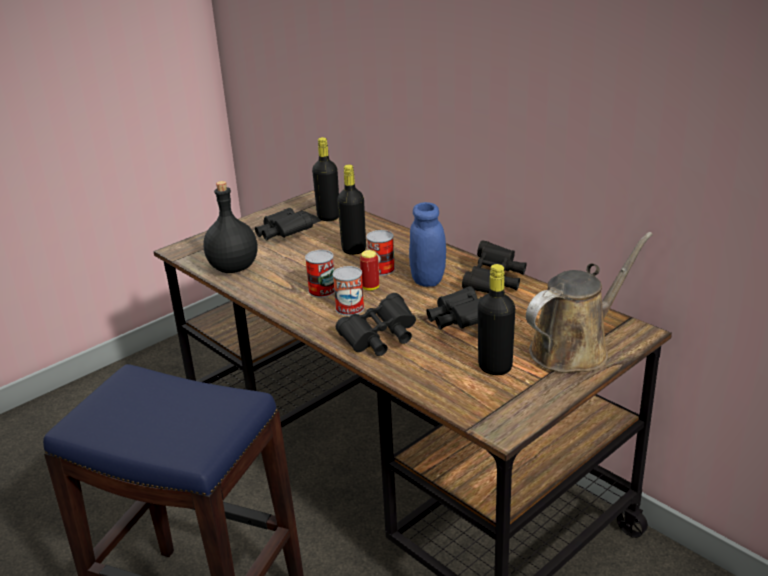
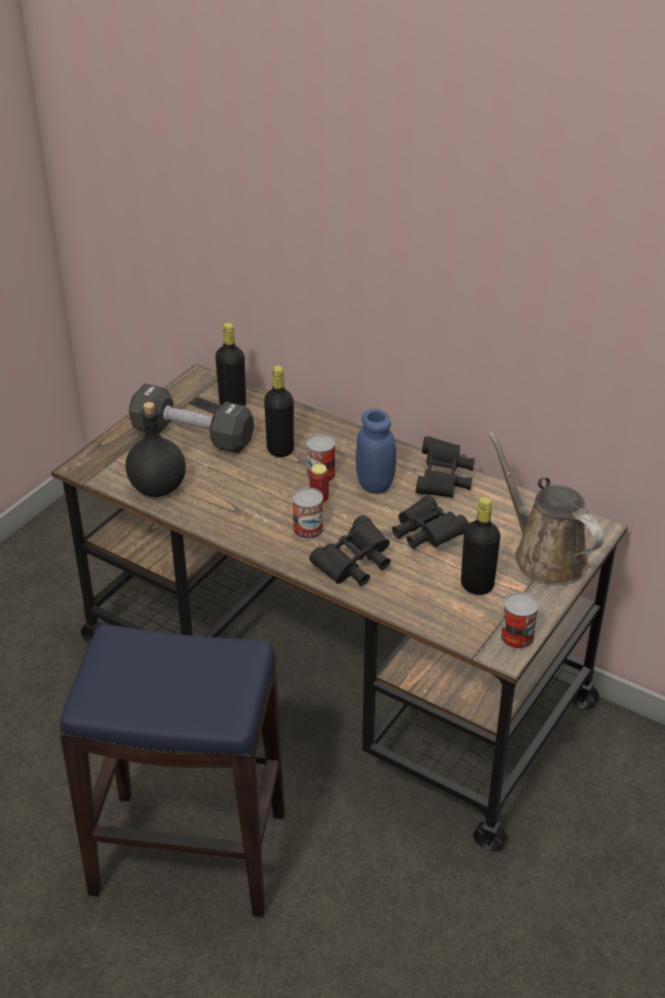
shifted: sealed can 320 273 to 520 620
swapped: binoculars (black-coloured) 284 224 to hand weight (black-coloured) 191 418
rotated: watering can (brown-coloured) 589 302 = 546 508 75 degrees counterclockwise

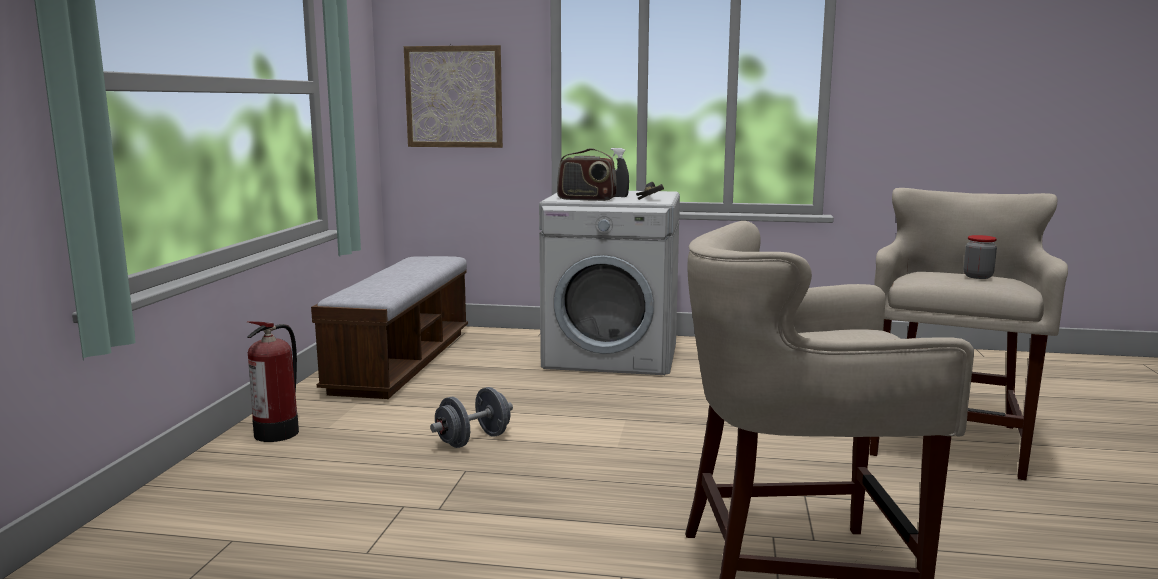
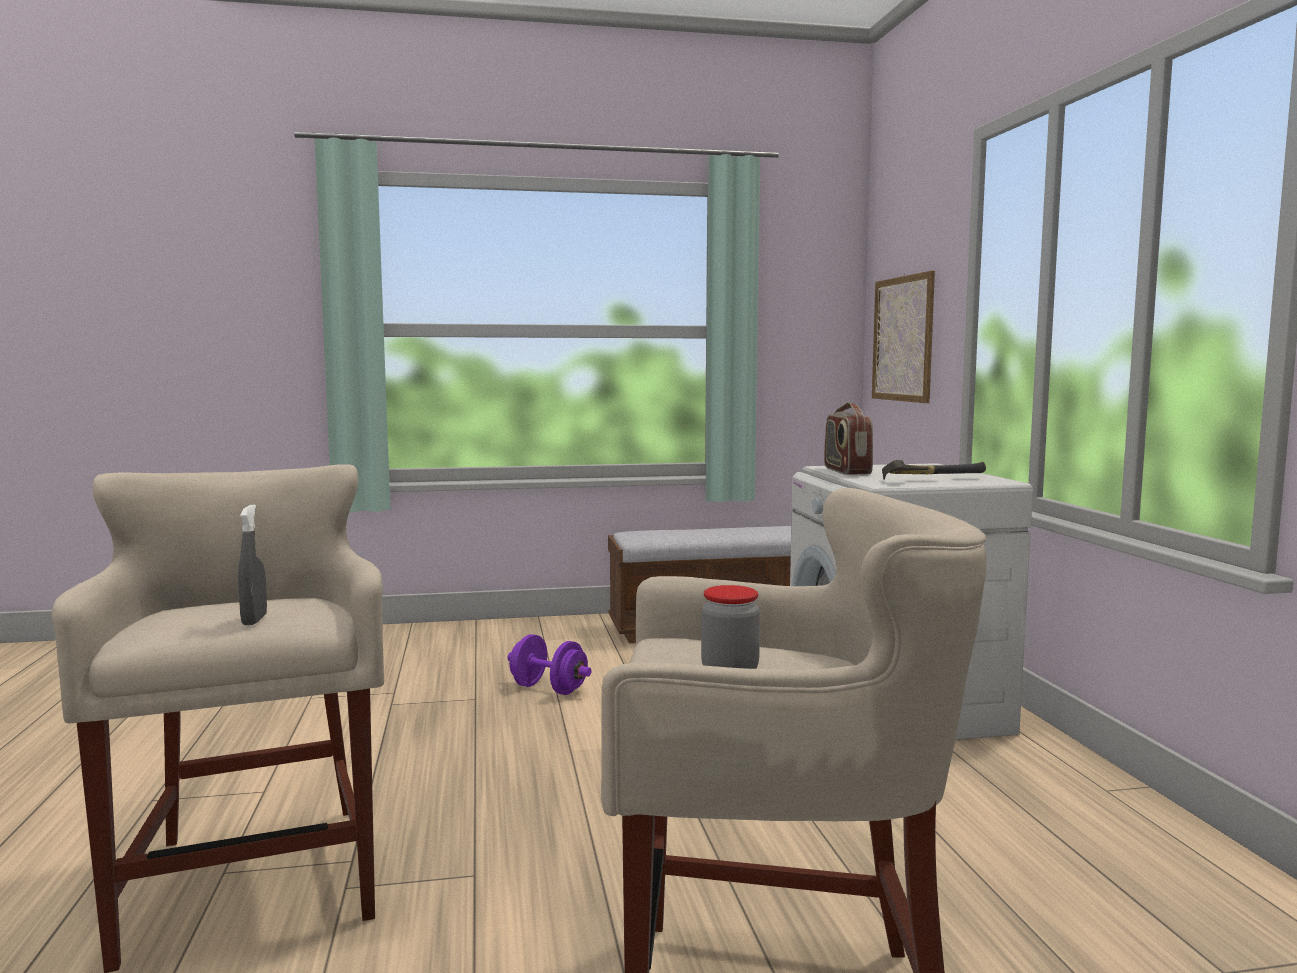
gone: fire-fighting cylinder 273 381
shifted: sprayer (greyish) 620 172 to 252 565
repainted: hand weight (greyish) 471 417 to hand weight (purple-coloured) 549 664

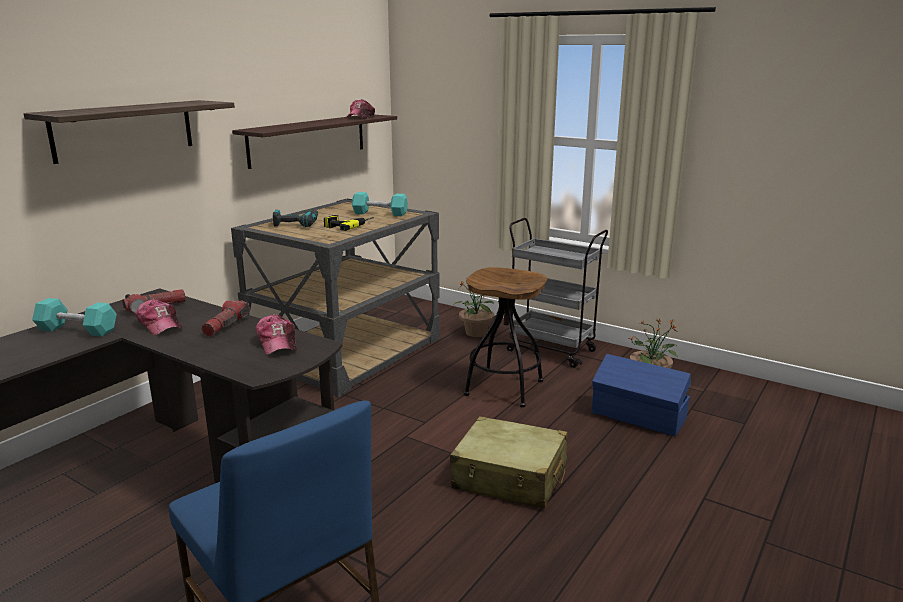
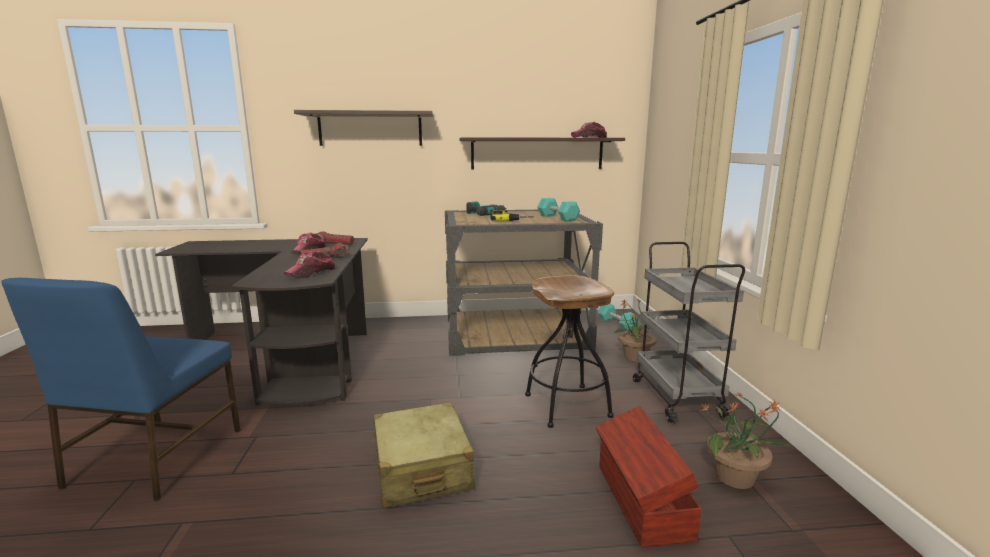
shifted: hand weight (turquoise-coloured) 74 317 to 618 317
repainted: storage box (blue-coloured) 641 395 to storage box (brown-coloured) 649 476

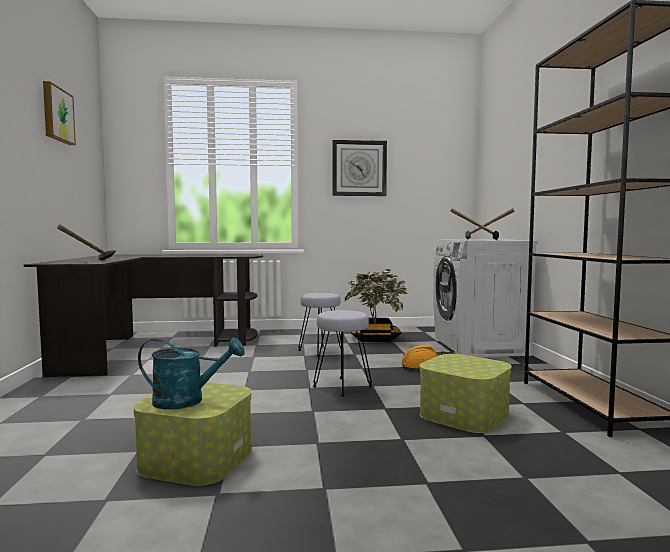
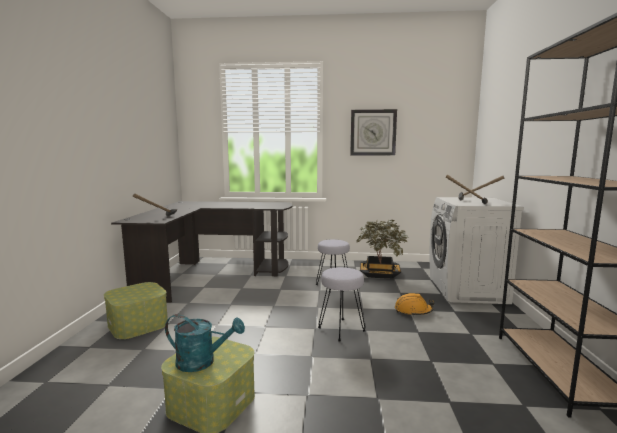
gone: wall art 59 113
shifted: storage box 466 393 to 136 310

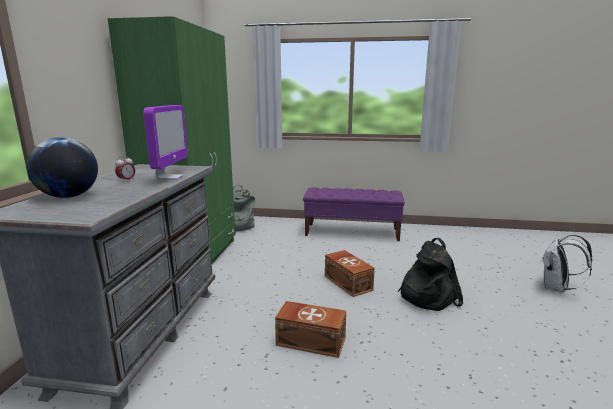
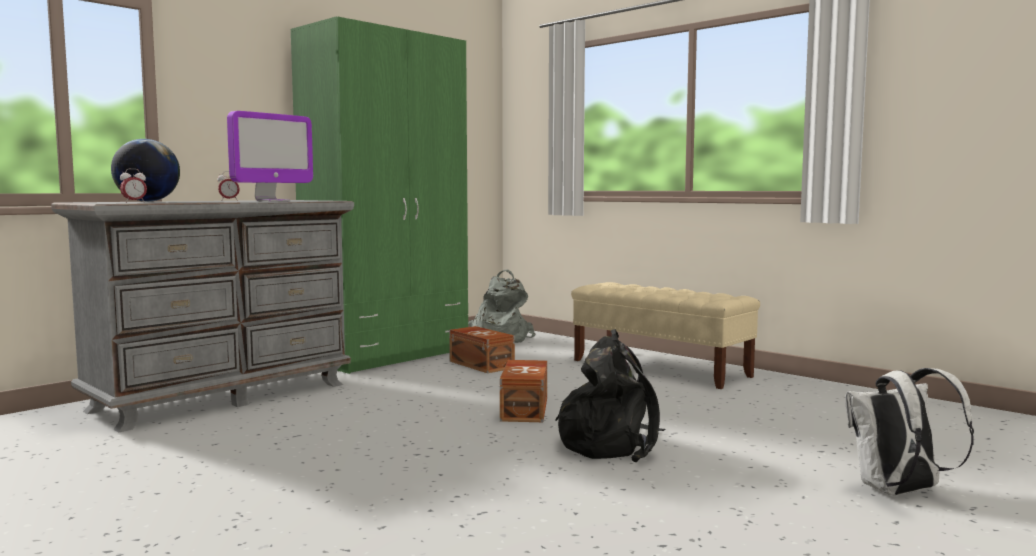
new: bedside clock 133 186
shifted: storage box (brown-coloured) 310 329 to 482 349
repainted: bench (purple-coloured) 354 214 to bench (beige) 665 335

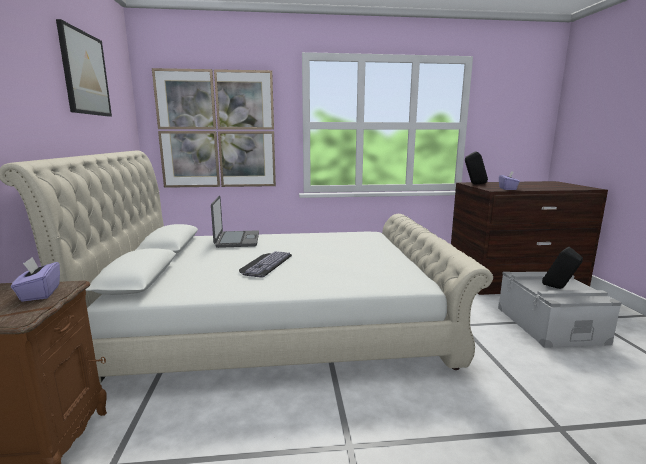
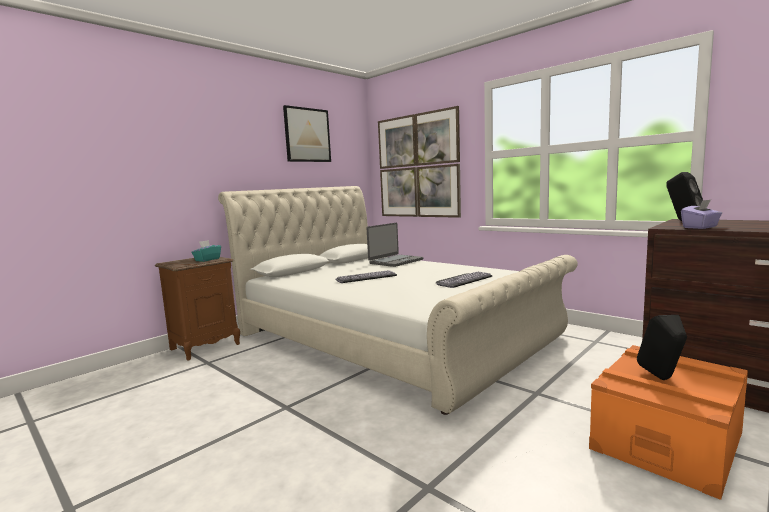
new: keyboard 464 280
repainted: tissue box (purple-coloured) 35 279 to tissue box (turquoise-coloured) 206 251; storage box (greyish) 560 310 to storage box (orange-coloured) 668 422

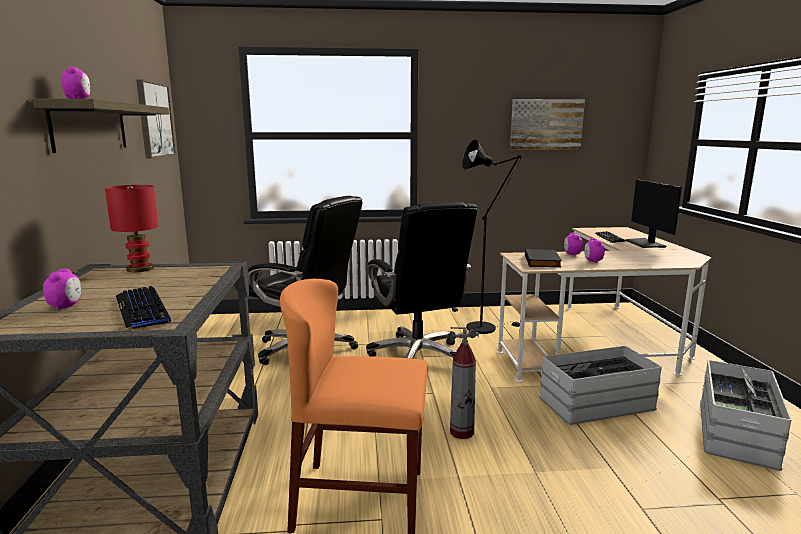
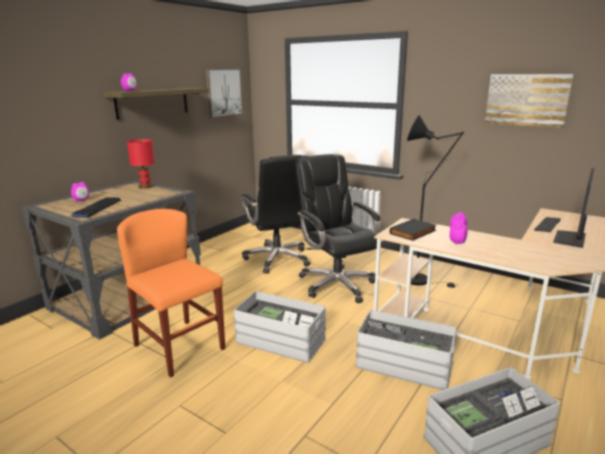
swapped: fire-fighting cylinder 464 383 to storage box (greyish) 280 327
rotated: computer chair (black-coloured) 421 280 = 338 228 135 degrees clockwise

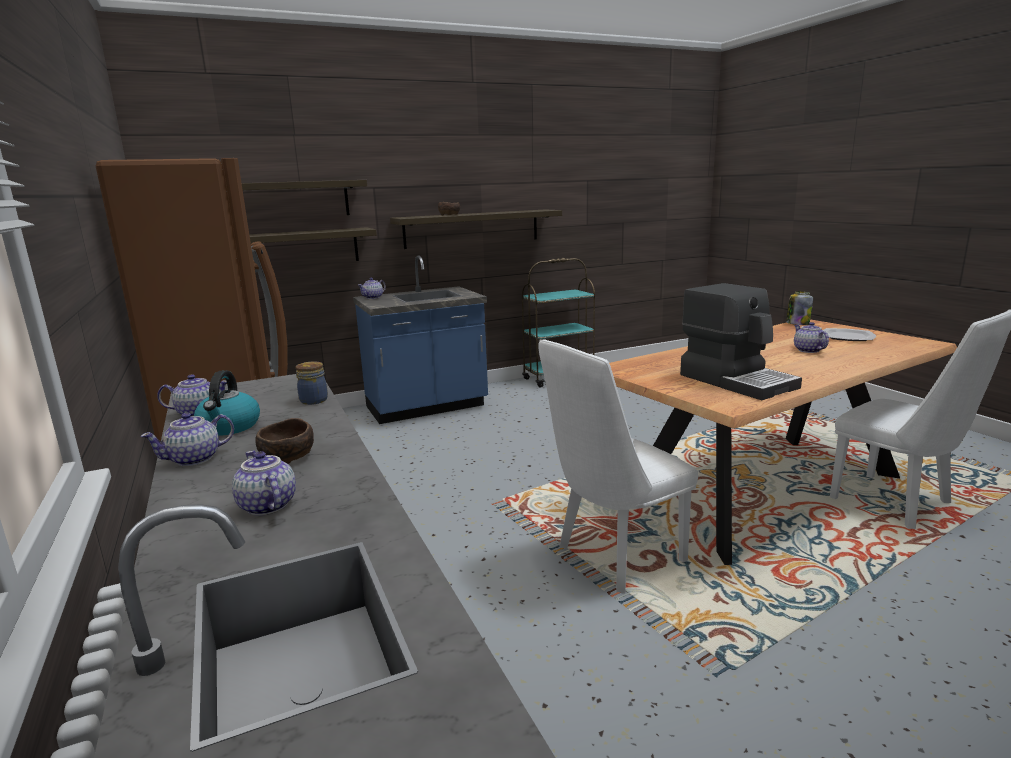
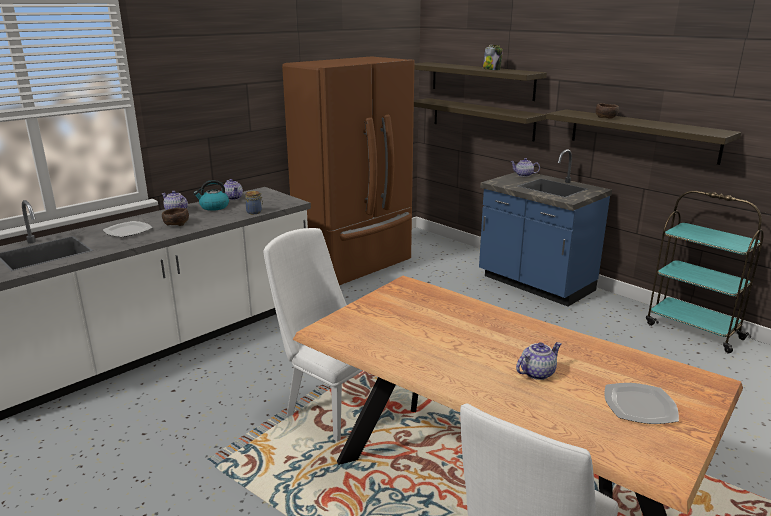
gone: coffee brewer 741 341
shifted: storage jar 799 308 to 493 57
swapped: tea pot 264 483 to plate 127 229

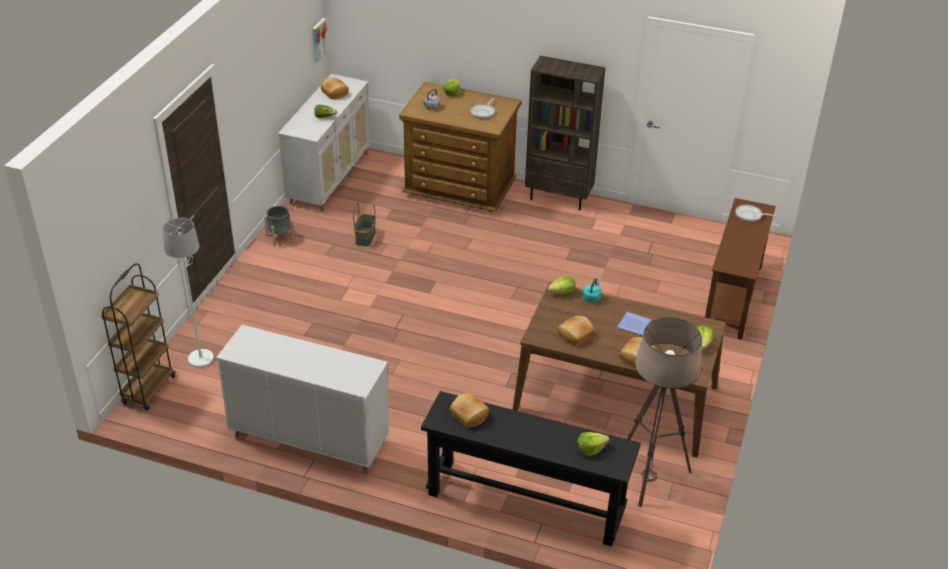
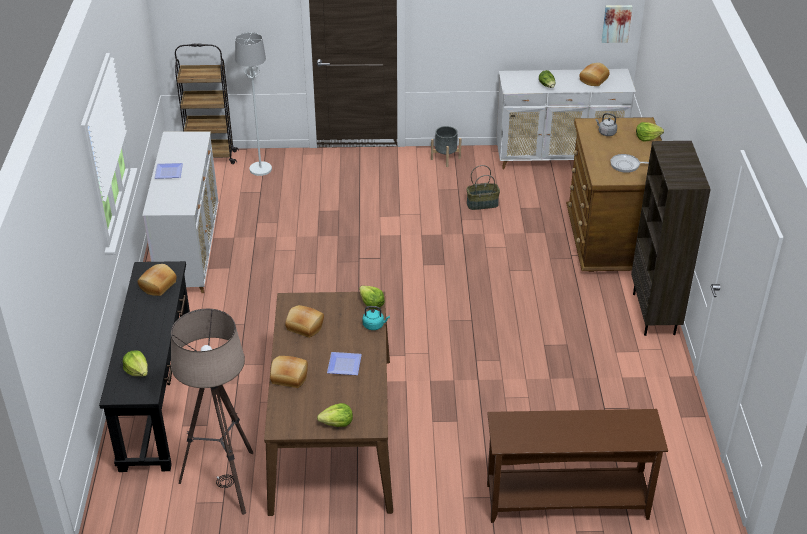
gone: pan 756 213
new: plate 169 171

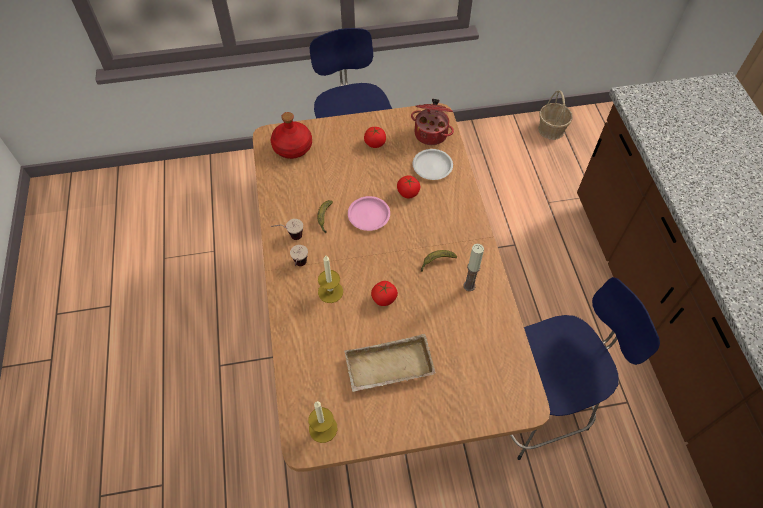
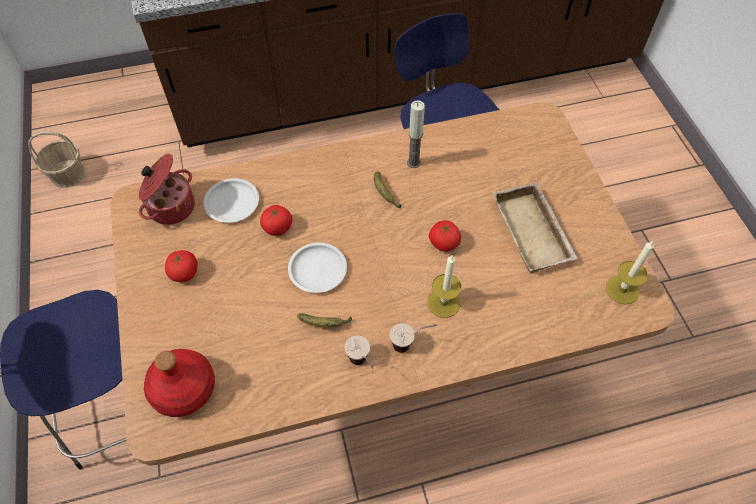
repainted: plate (pink-coloured) 369 213 to plate (white) 317 267

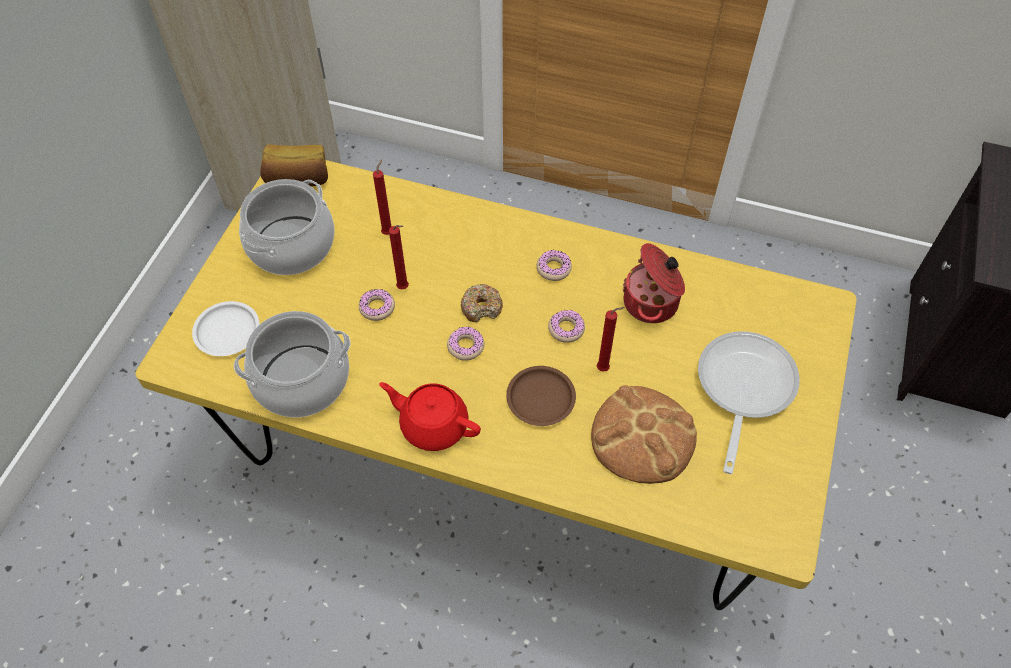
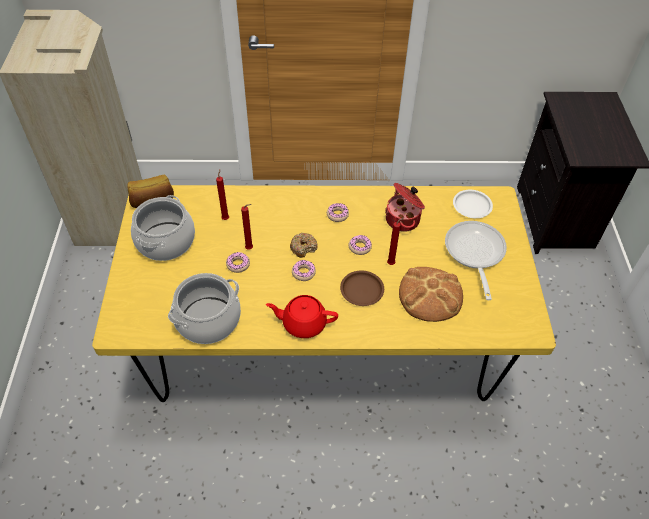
shifted: plate (white) 225 328 to 473 204

